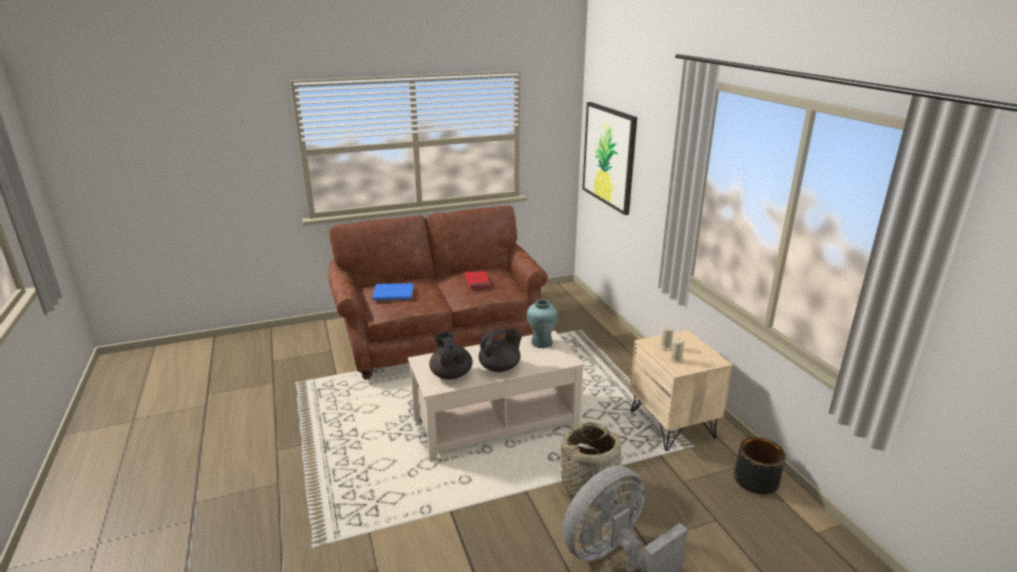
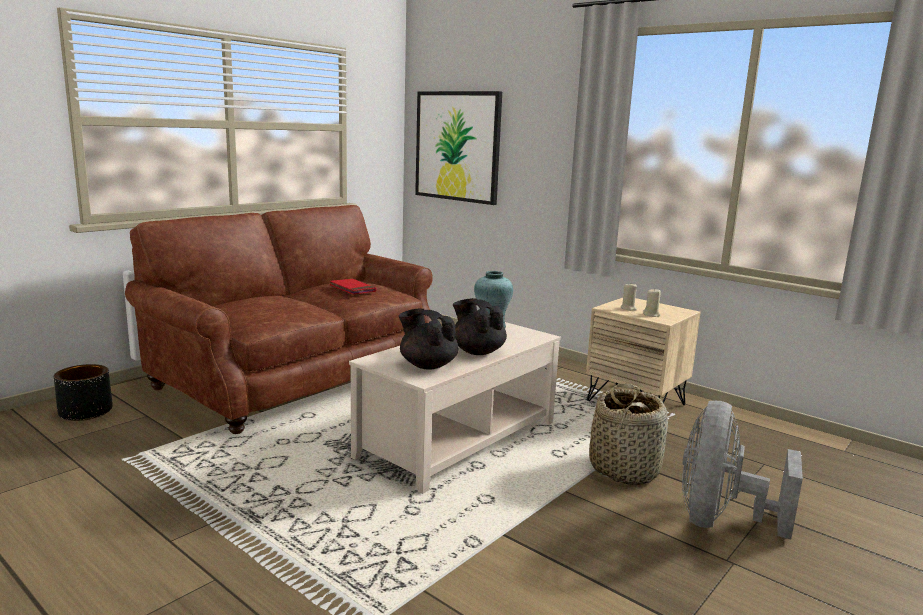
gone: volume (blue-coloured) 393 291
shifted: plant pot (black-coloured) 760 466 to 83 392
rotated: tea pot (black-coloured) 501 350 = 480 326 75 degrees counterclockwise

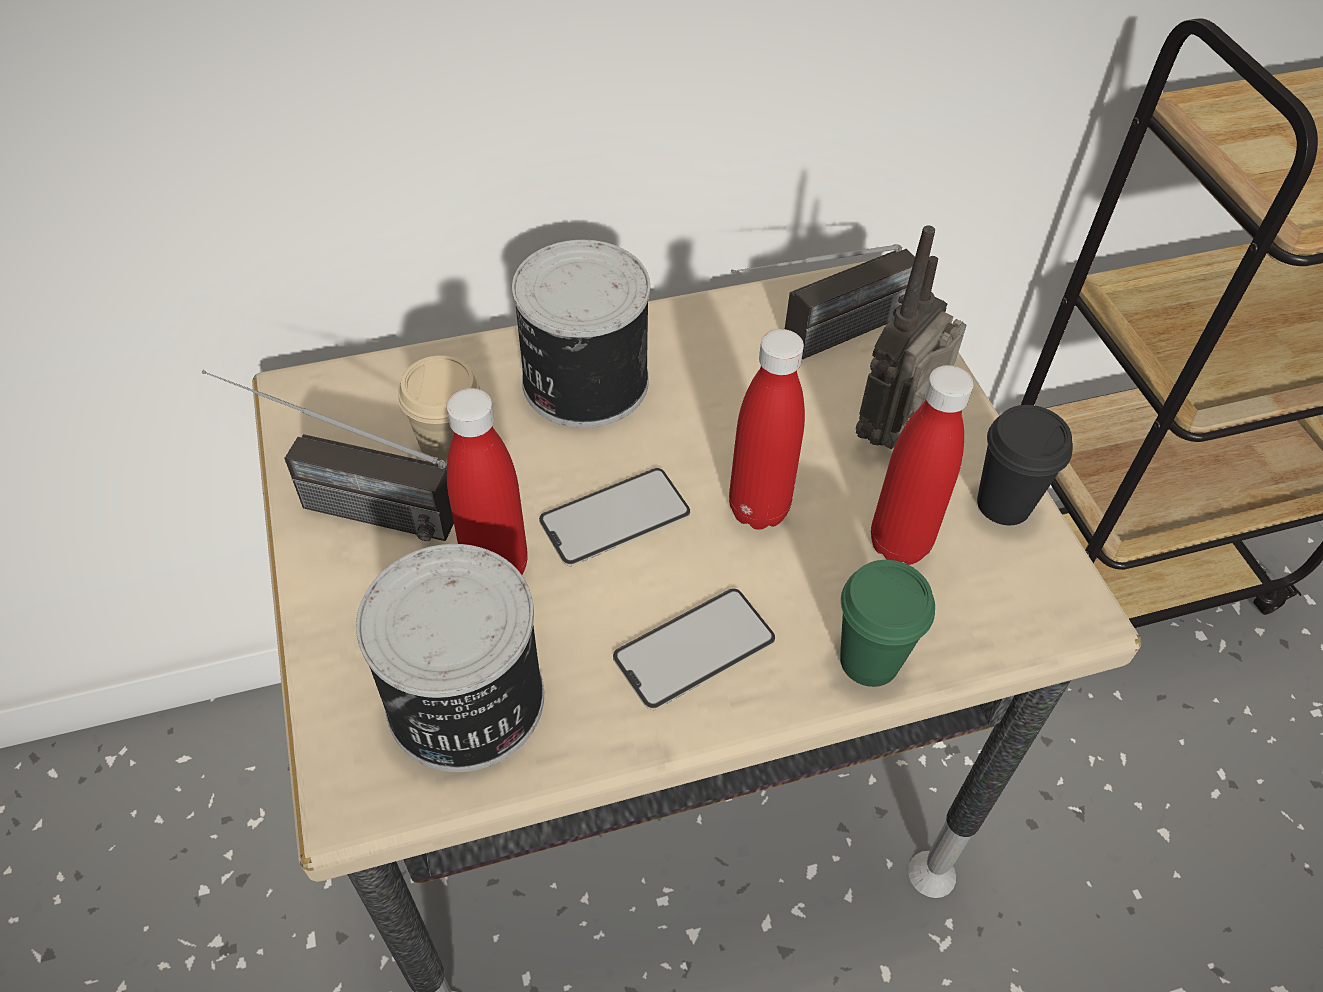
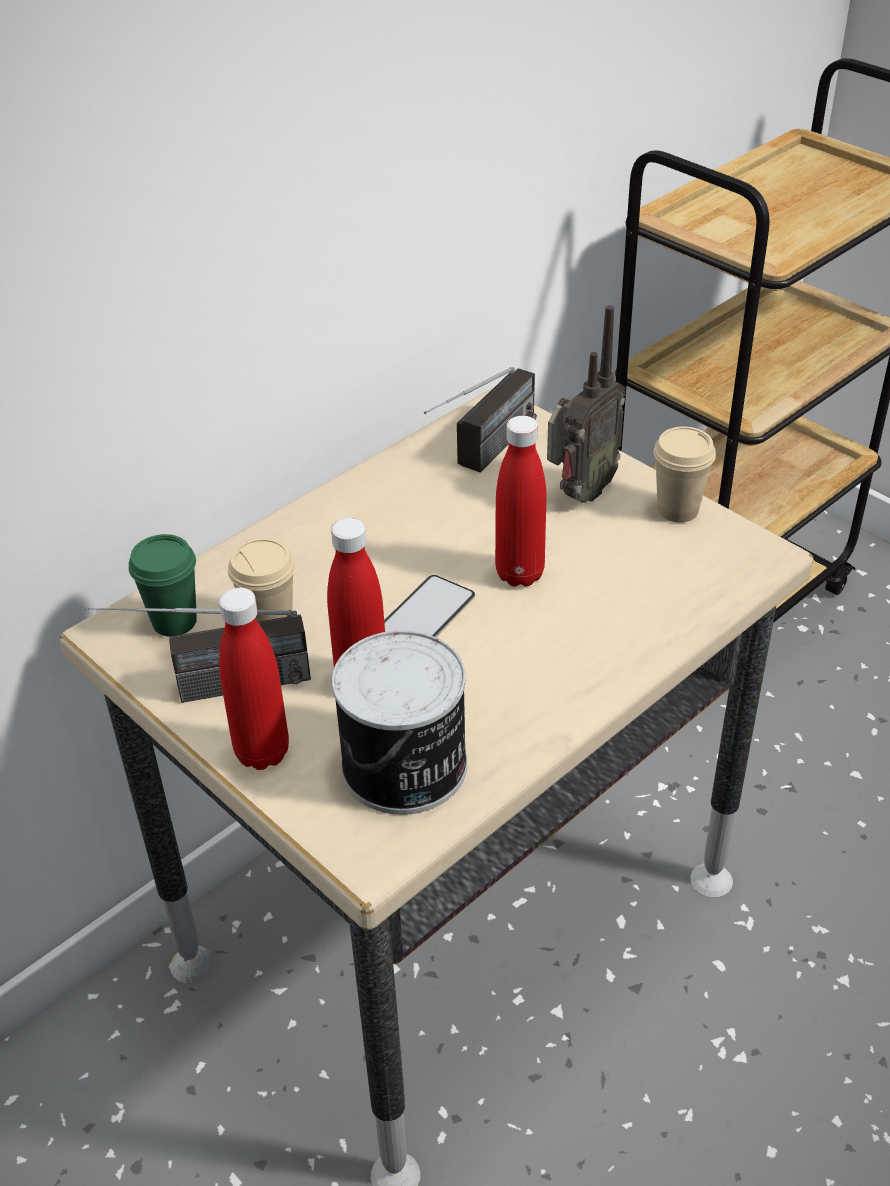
gone: sealed can 581 334; phone 694 649
shifted: cup (greenish) 887 623 to 163 585; bottle (red) 922 465 to 254 678
repainted: cup (black-coloured) 1025 465 to cup (beige) 685 475
rotated: radio receiver 911 337 = 586 404 150 degrees counterclockwise

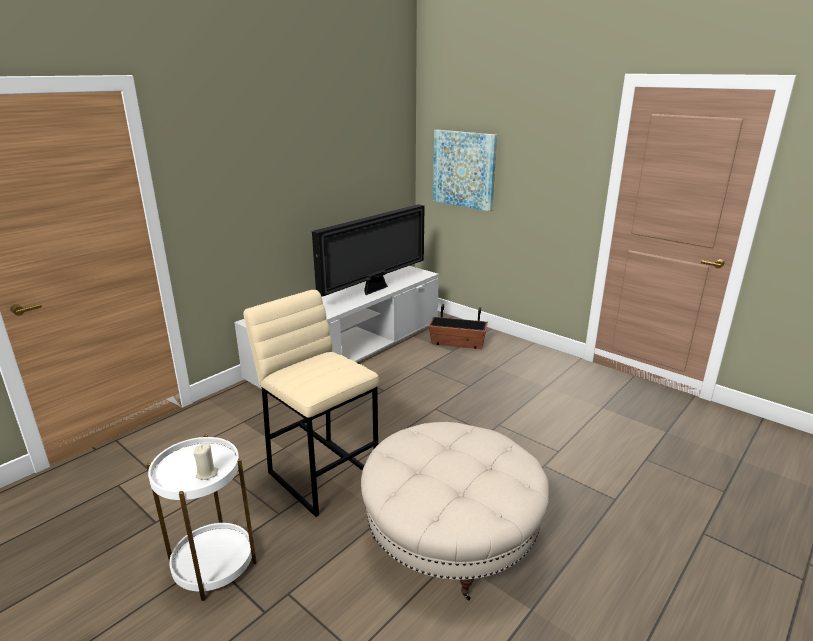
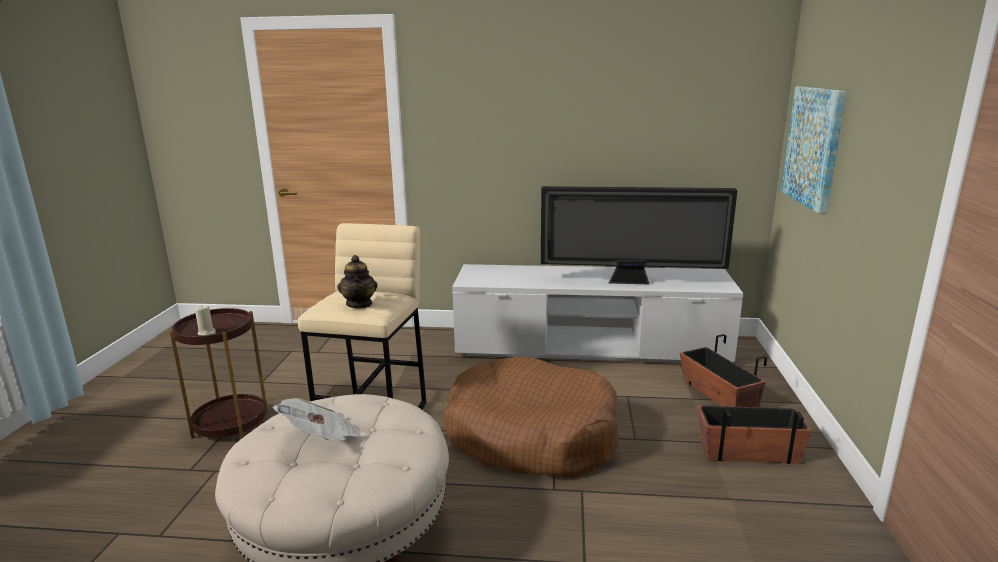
new: newspaper 319 419; tea pot 358 281; dog cushion (brown-coloured) 531 417; plant pot 754 435
repainted: accent table (white) 201 517 to accent table (brown-coloured) 218 373

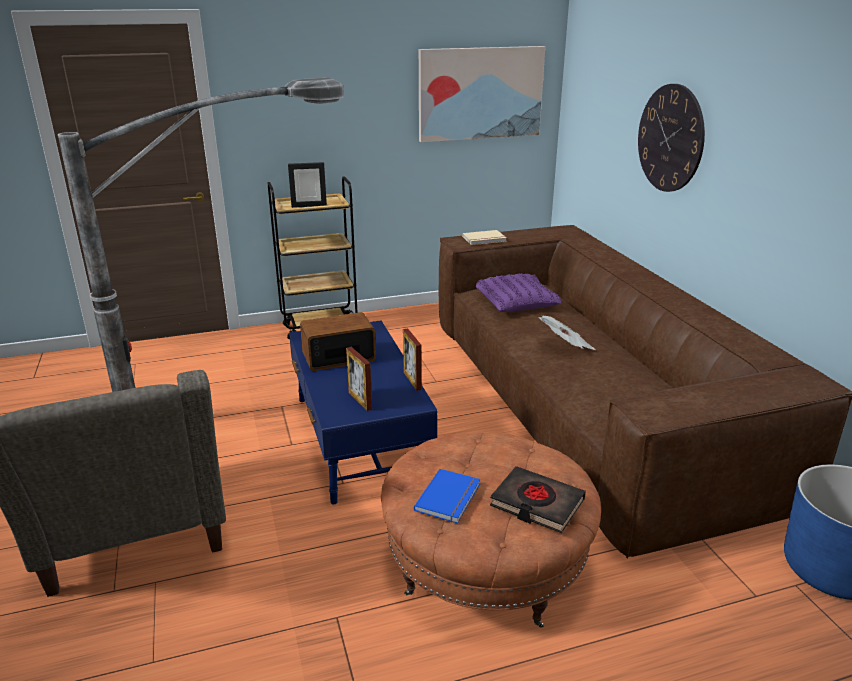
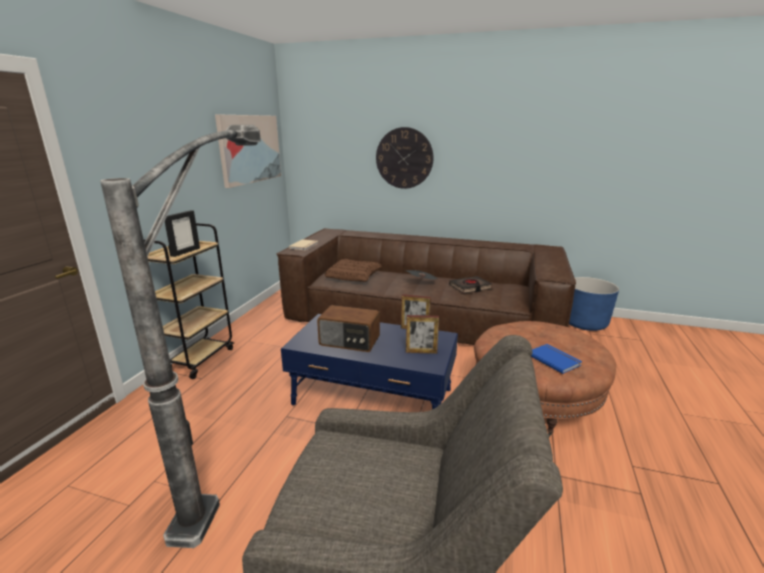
shifted: volume (black-coloured) 538 499 to 470 285
repainted: throw pillow (purple-coloured) 519 292 to throw pillow (brown-coloured) 353 270
rotated: radio receiver 338 341 = 348 328 90 degrees counterclockwise

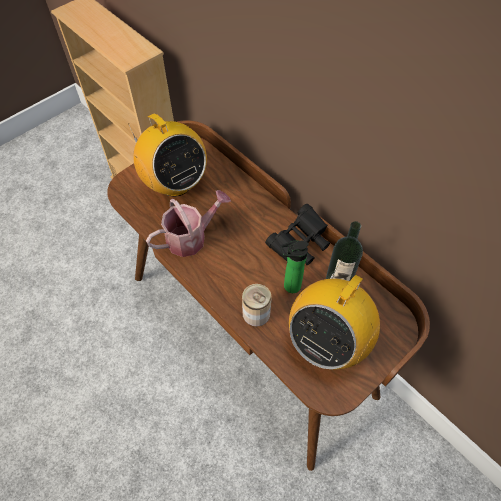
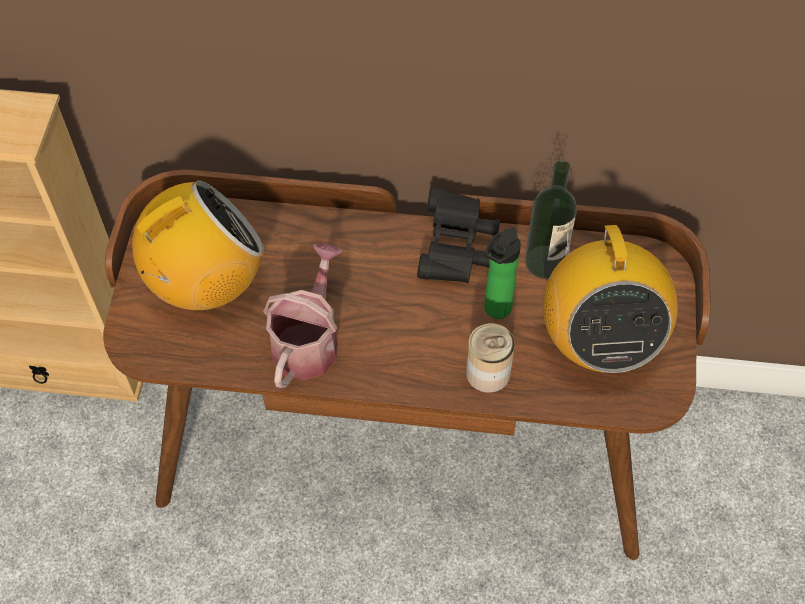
rotated: radio receiver 167 155 = 198 245 45 degrees counterclockwise

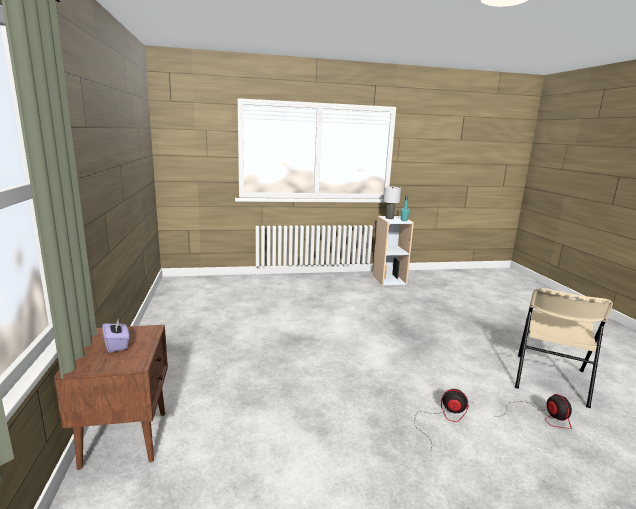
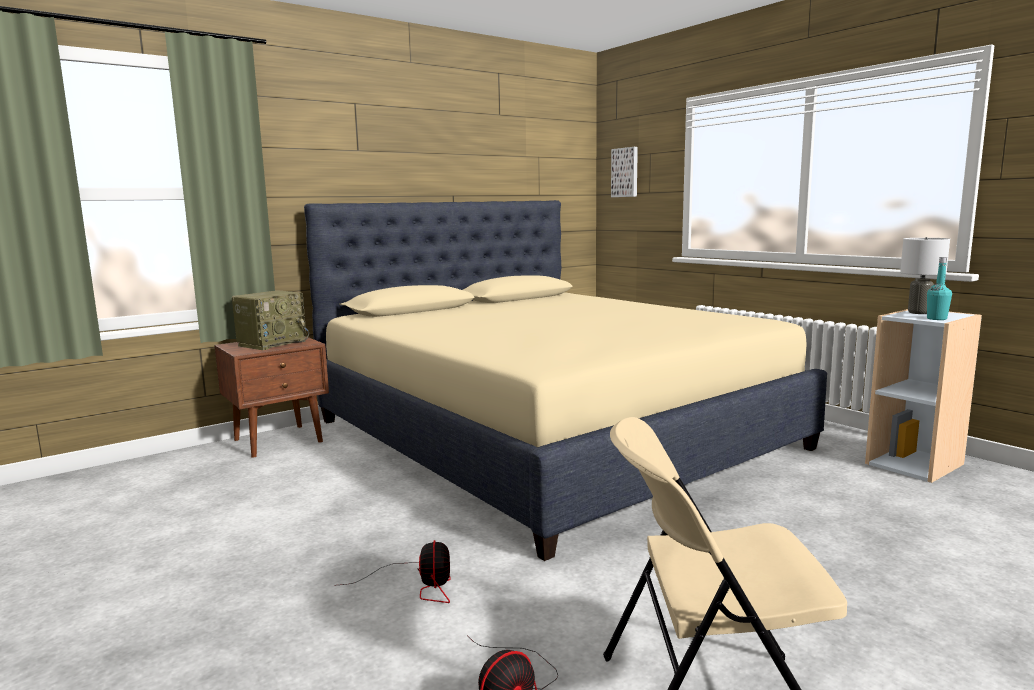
new: sleeping bed (beige) 565 380; wall art 624 172
swapped: tissue box (purple-coloured) 115 335 to radio receiver 270 320

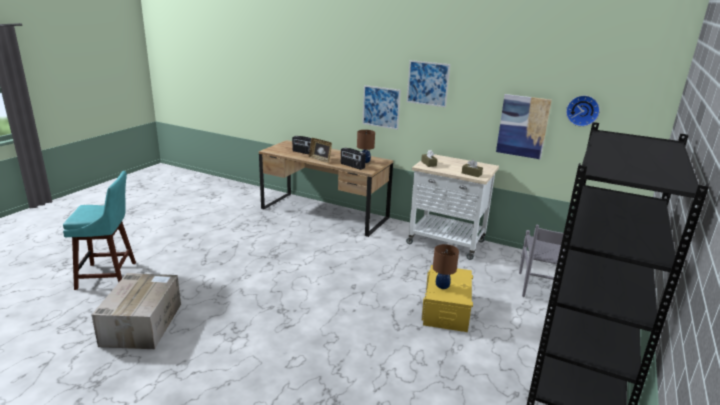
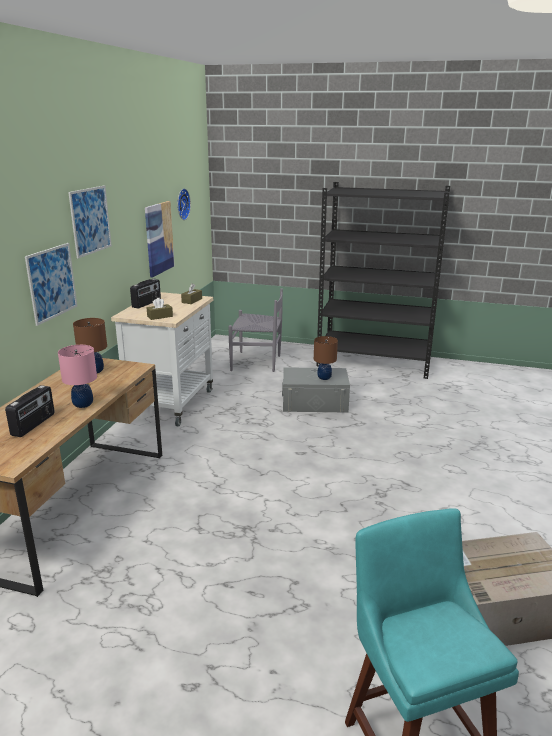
shifted: radio receiver 353 159 to 145 294
swapped: standing frame 320 150 to tabletop lamp (pink-coloured) 77 376
repainted: storage box (yellow-coloured) 447 298 to storage box (greyish) 316 390

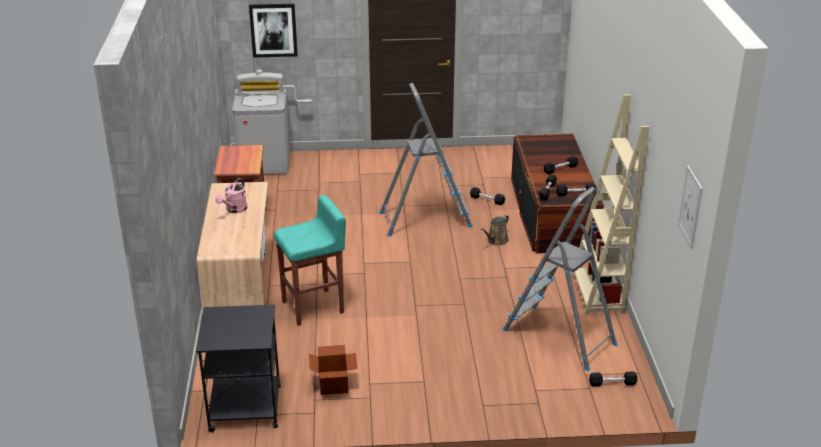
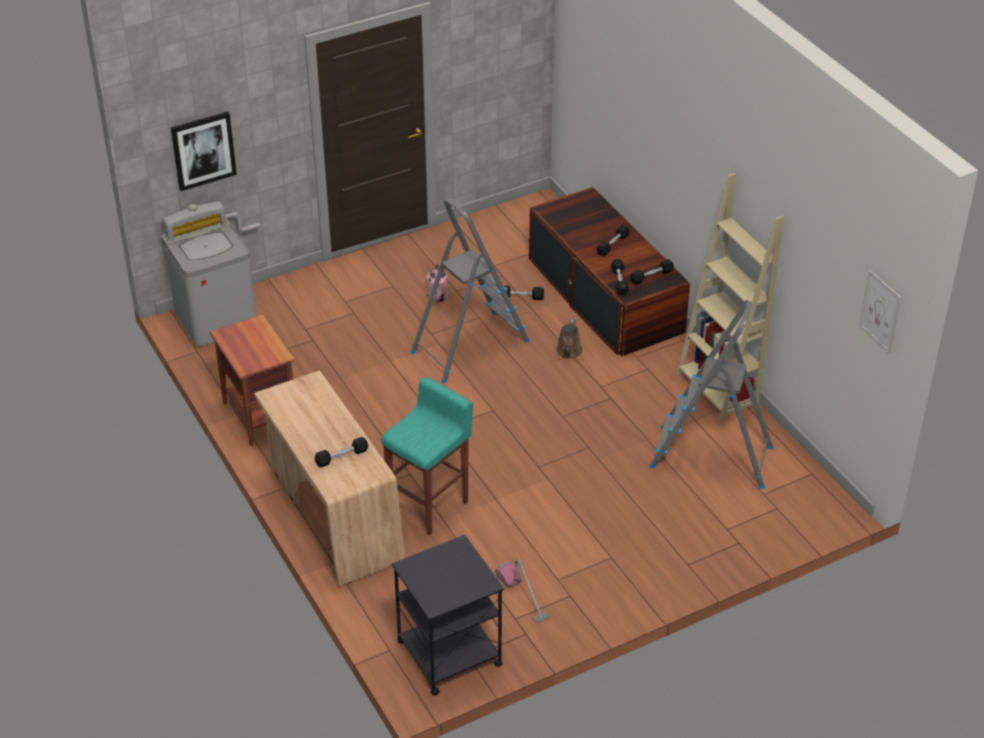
shifted: watering can (pink-coloured) 231 195 to 438 283; hand weight (black-coloured) 613 378 to 341 452
swapped: cardboard box 333 370 to vacuum 522 591

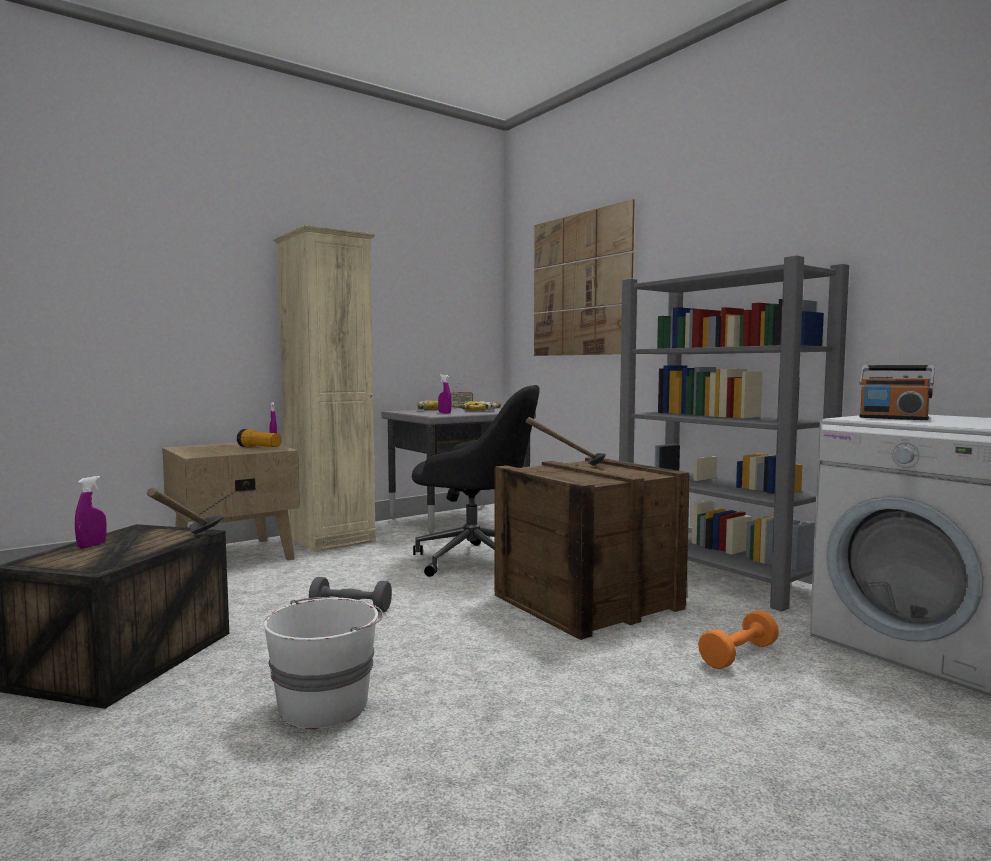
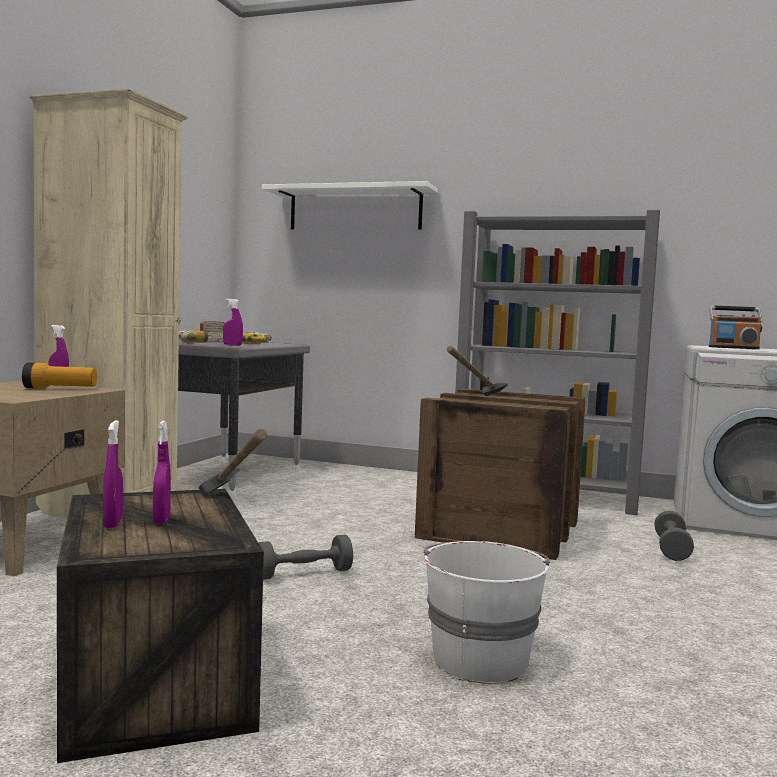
gone: computer chair (black-coloured) 476 481
new: sprayer (purple-coloured) 162 472
swapped: wall art 584 277 to bracket shelf (white) 350 205
repainted: hand weight (orange-coloured) 738 639 to hand weight (greyish) 674 536

